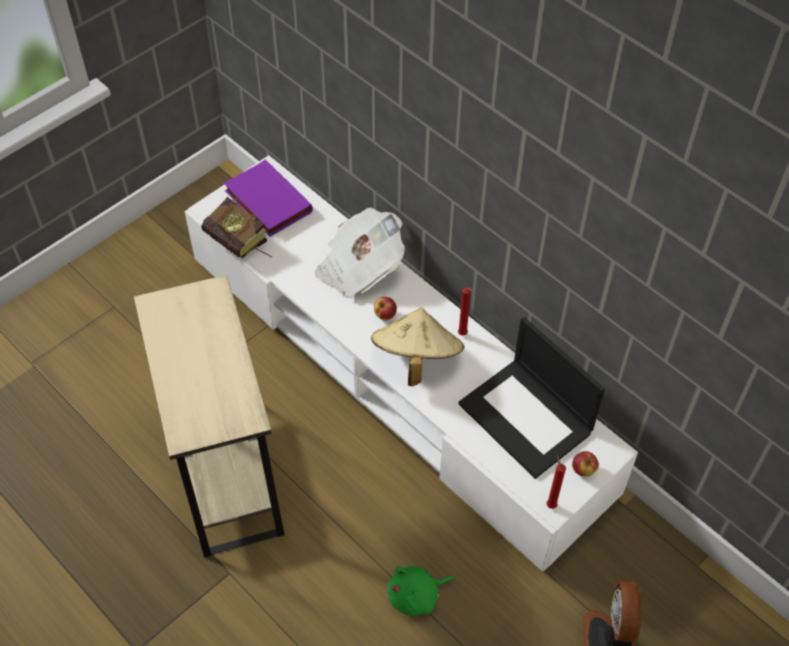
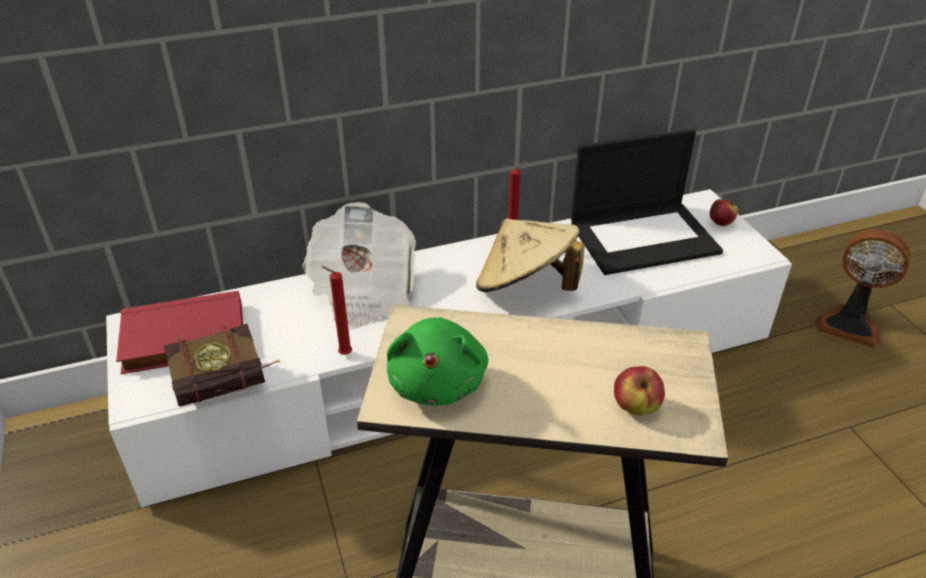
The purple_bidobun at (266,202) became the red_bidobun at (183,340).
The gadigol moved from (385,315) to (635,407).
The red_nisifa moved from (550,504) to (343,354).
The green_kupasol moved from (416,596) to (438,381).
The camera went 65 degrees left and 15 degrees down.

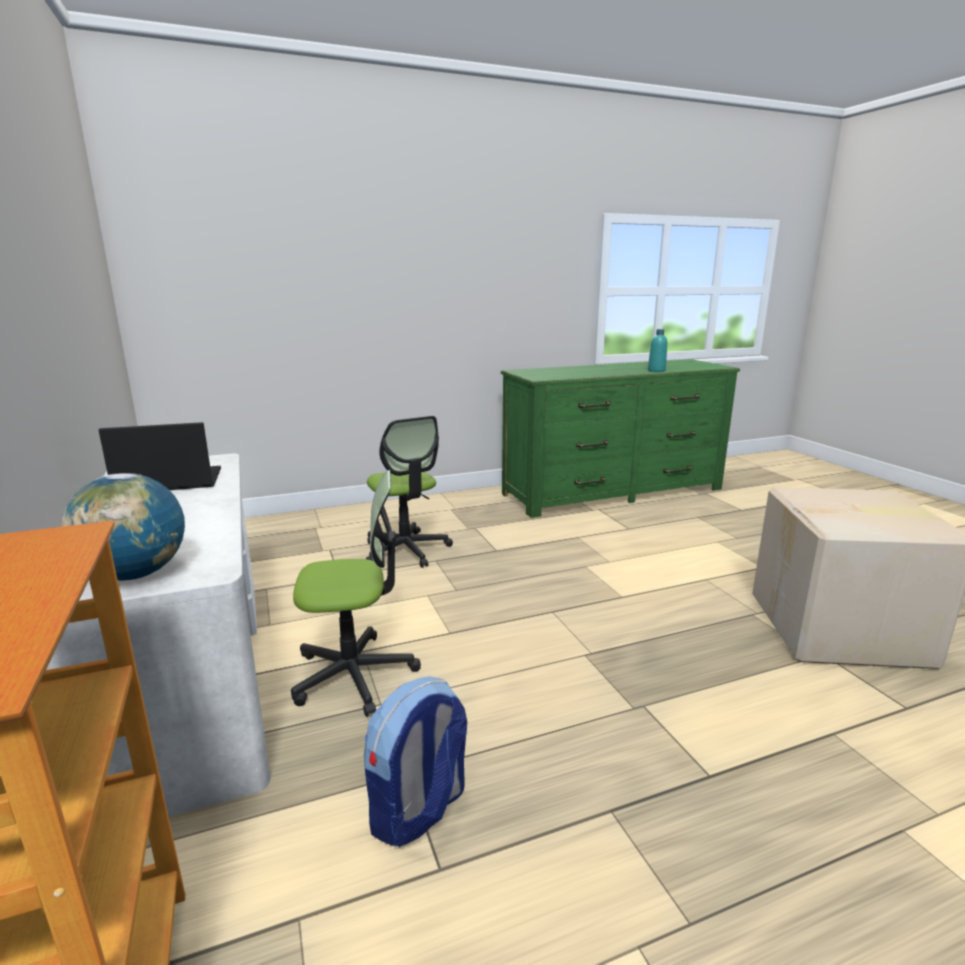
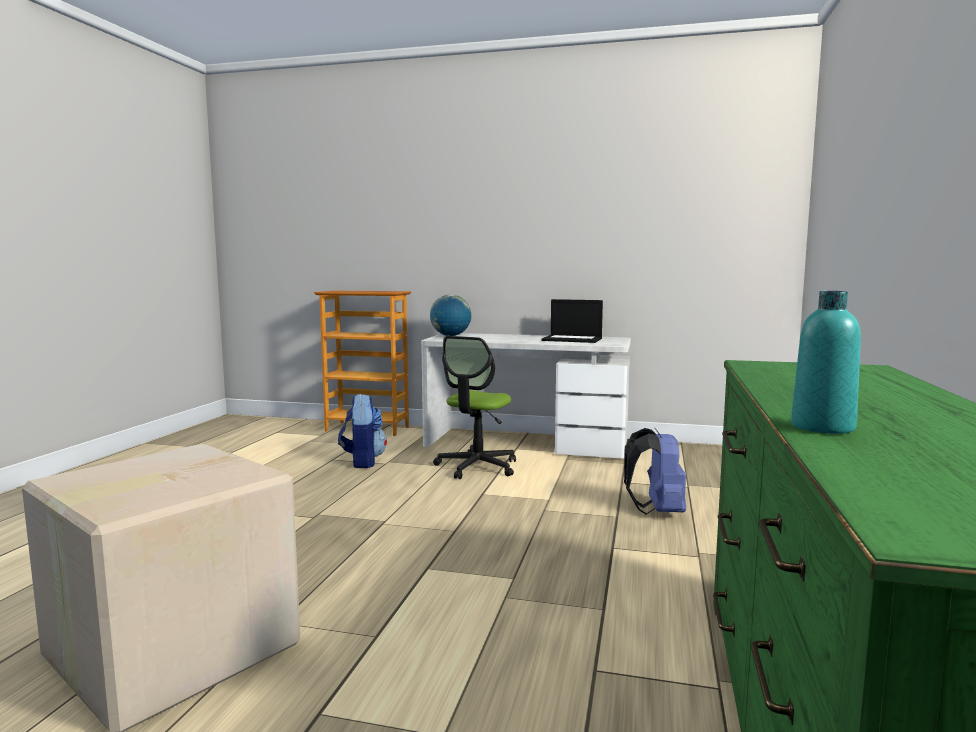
The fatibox at (406,550) was replaced by the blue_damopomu at (657,511).
The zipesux at (168,482) turned 90 degrees clockwise.
The camera went 125 degrees right and 10 degrees down.

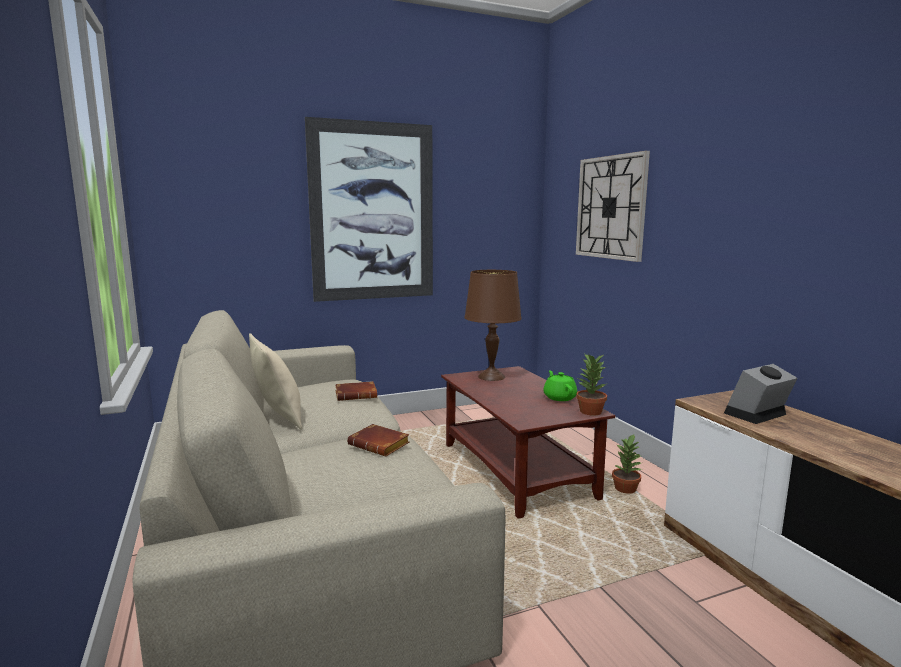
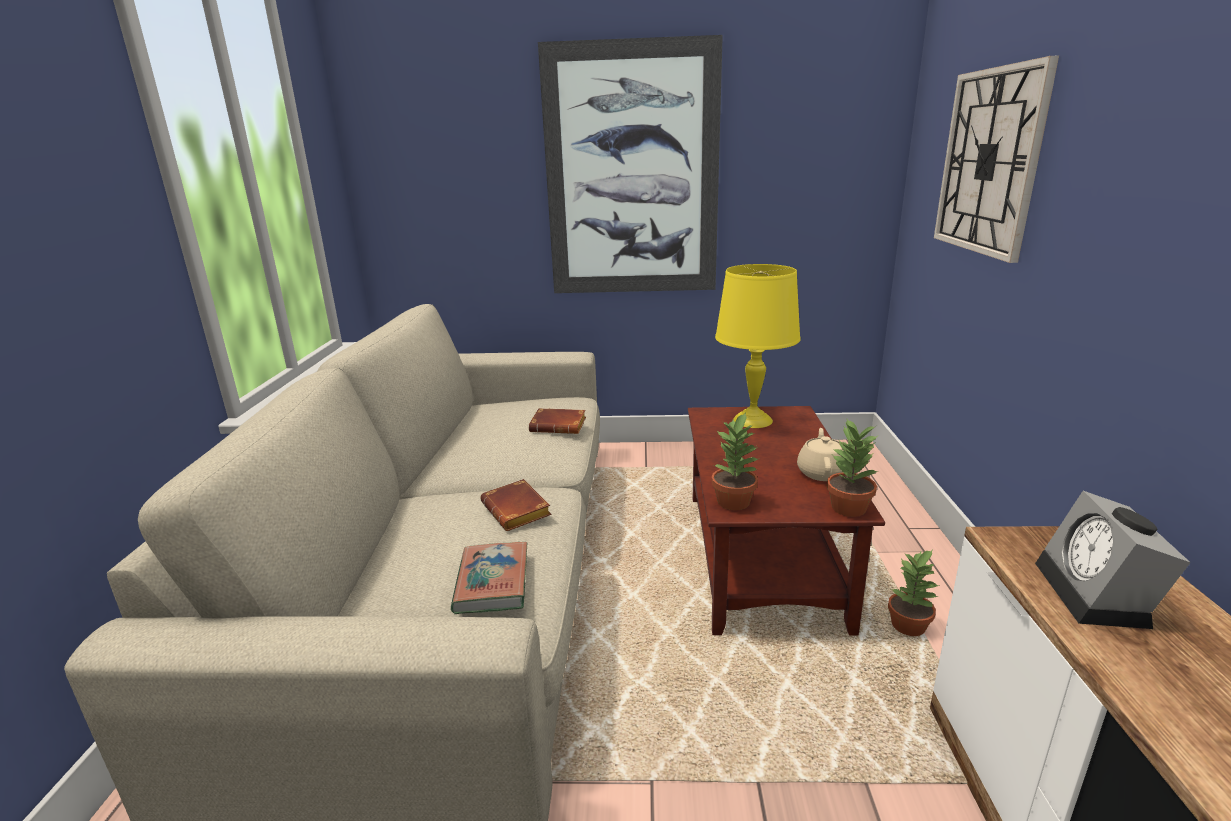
The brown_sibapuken at (492,376) became the yellow_sibapuken at (753,420).
The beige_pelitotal at (278,418) disappeared.
The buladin at (756,415) turned 75 degrees counterclockwise.
The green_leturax at (559,397) became the beige_leturax at (822,472).
The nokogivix at (734,502) appeared.
The bidobun at (492,582) appeared.
The camera went 25 degrees right and 10 degrees up.

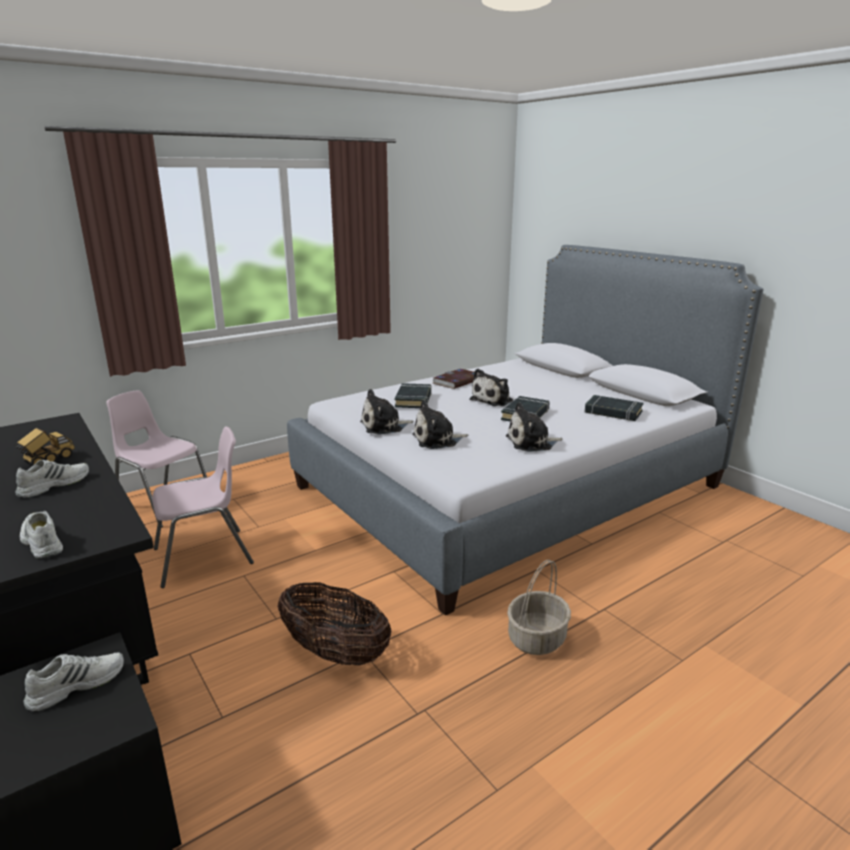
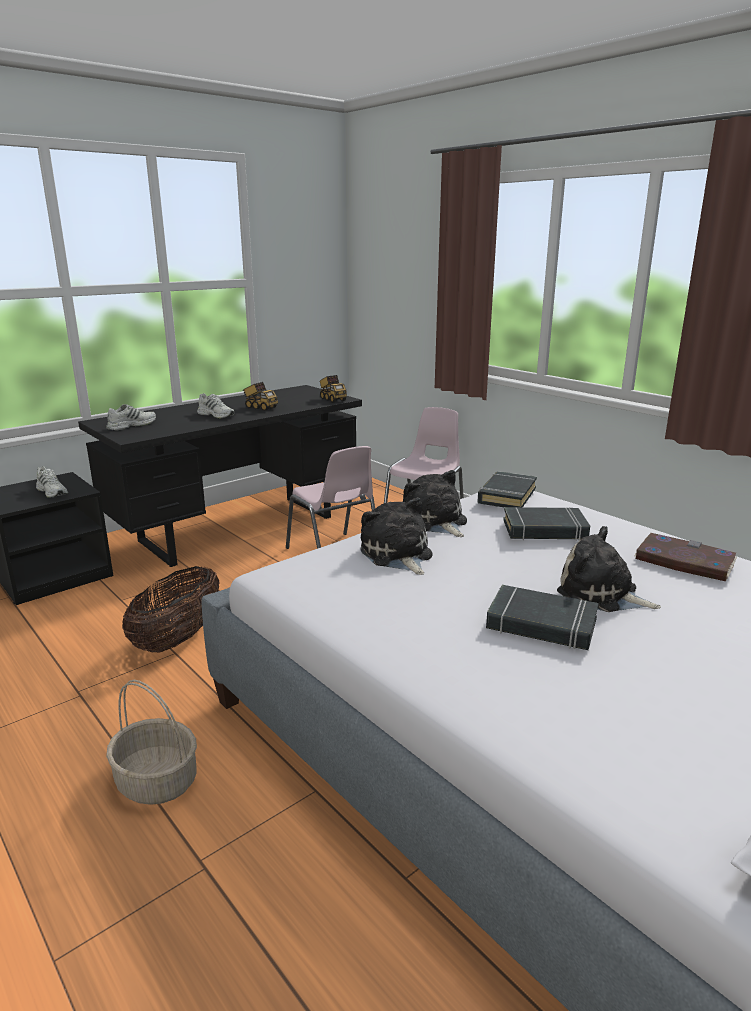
The black_bidobun moved from (613,412) to (506,495).
The kupasol at (532,443) disappeared.
The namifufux at (332,399) appeared.
The camera went 85 degrees right and 0 degrees up.

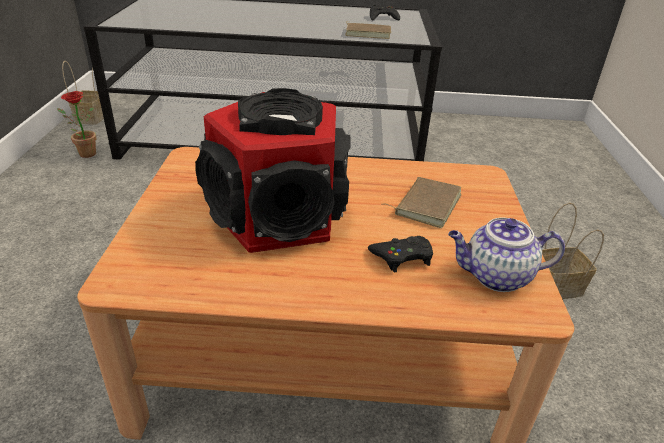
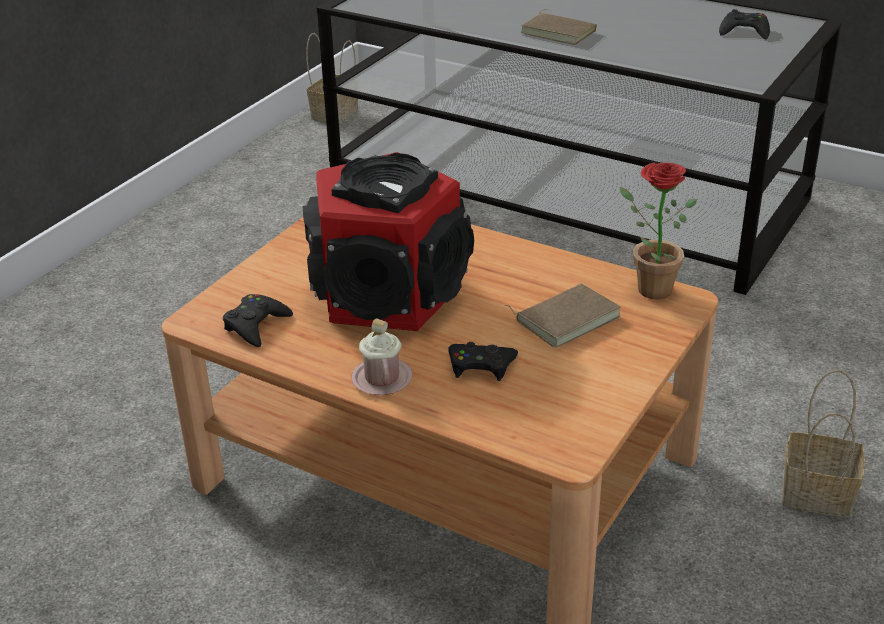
The brown_bidobun moved from (368,33) to (559,32).
The nokogivix moved from (84,153) to (647,287).
The leturax at (495,277) disappeared.
The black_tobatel at (256,325) appeared.
The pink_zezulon at (382,379) appeared.
The camera went 30 degrees right and 0 degrees up.

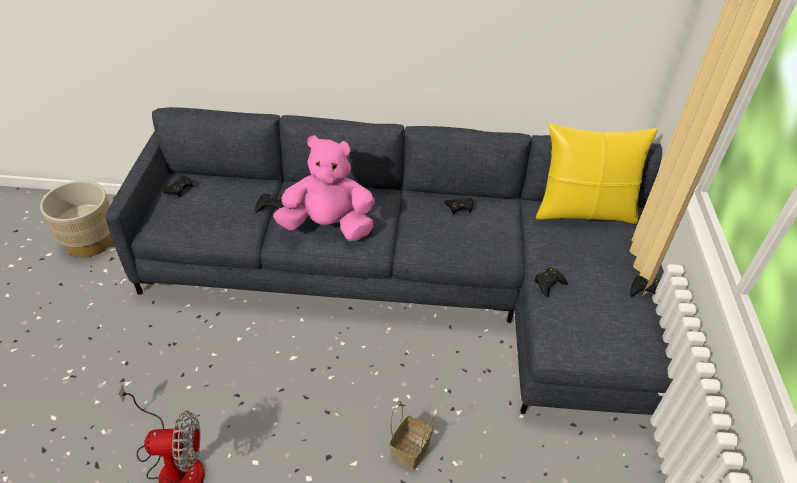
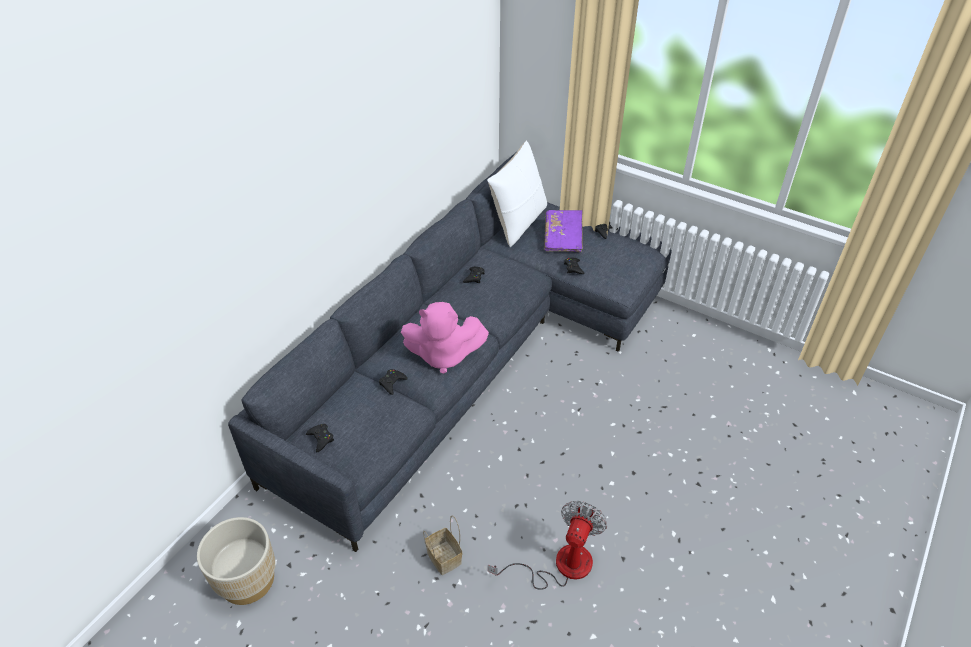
The yellow_pelitotal at (584,211) became the white_pelitotal at (518,223).
The pink_kupasol at (328,226) turned 120 degrees counterclockwise.
The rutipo moved from (410,448) to (443,557).
The purple_bidobun at (563,238) appeared.
The camera went 60 degrees left and 0 degrees up.

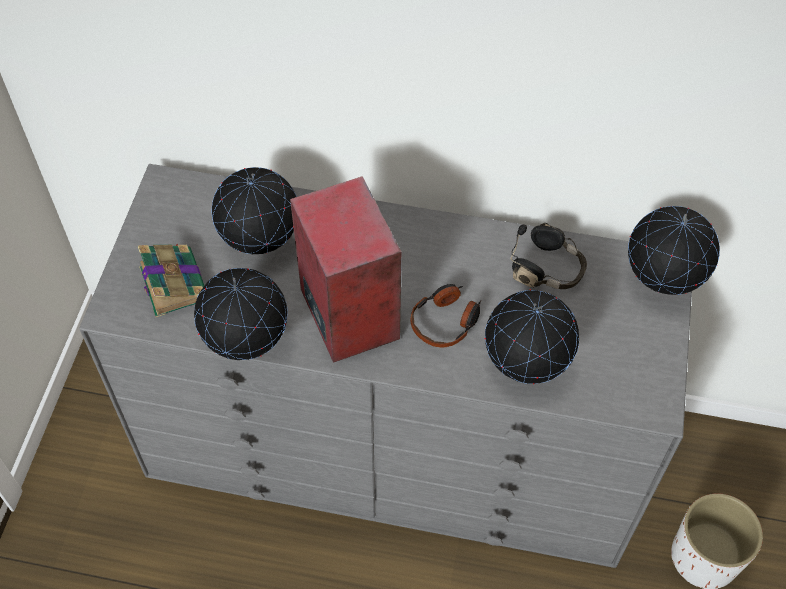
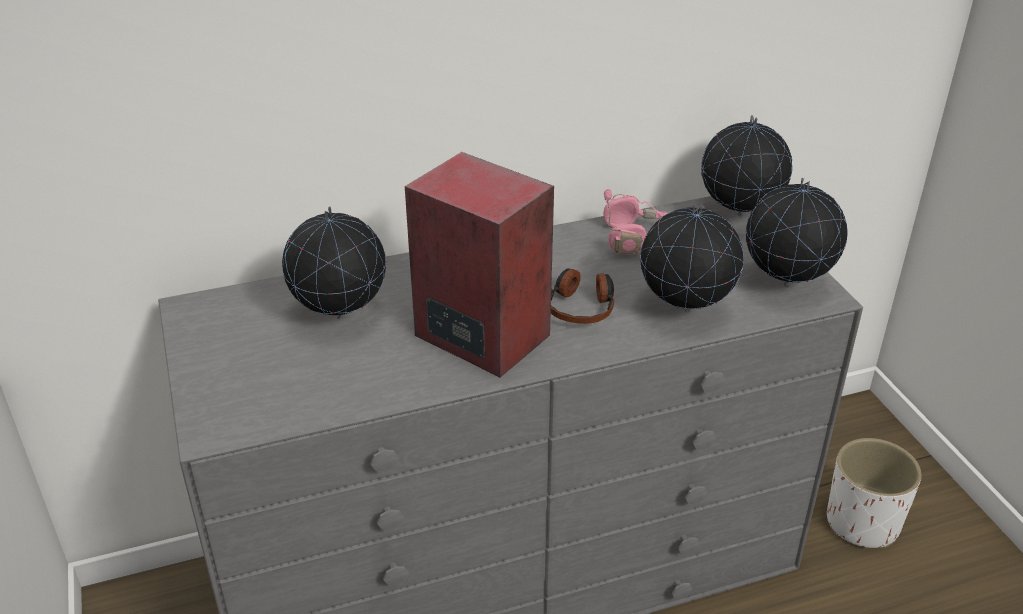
The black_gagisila at (548,269) became the pink_gagisila at (637,240).
The bidobun at (173,282) disappeared.
The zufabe moved from (247,344) to (786,284).
The camera went 30 degrees left and 20 degrees down.

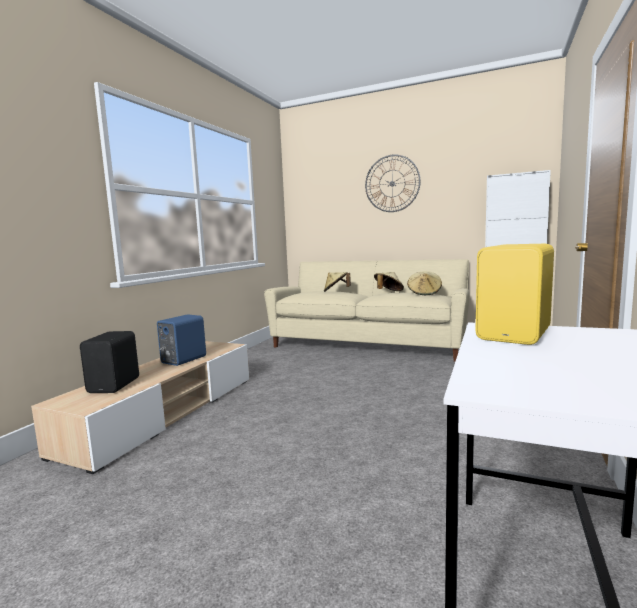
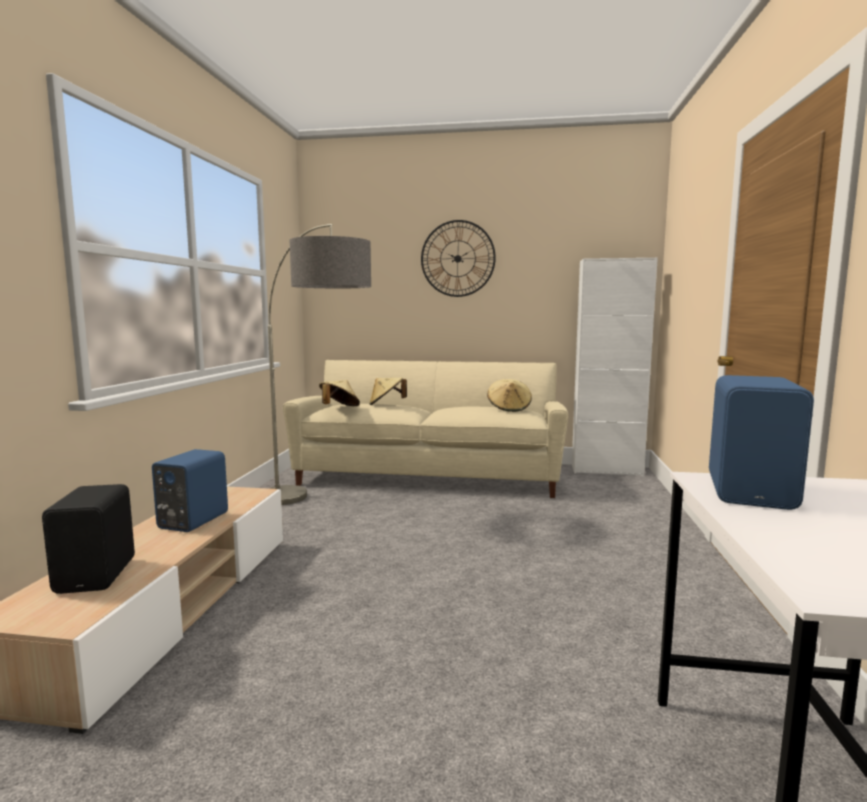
The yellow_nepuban at (516,334) became the blue_nepuban at (753,492).
The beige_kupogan moved from (388,292) to (339,408).
The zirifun at (319,509) appeared.
The camera went 15 degrees left and 0 degrees up.

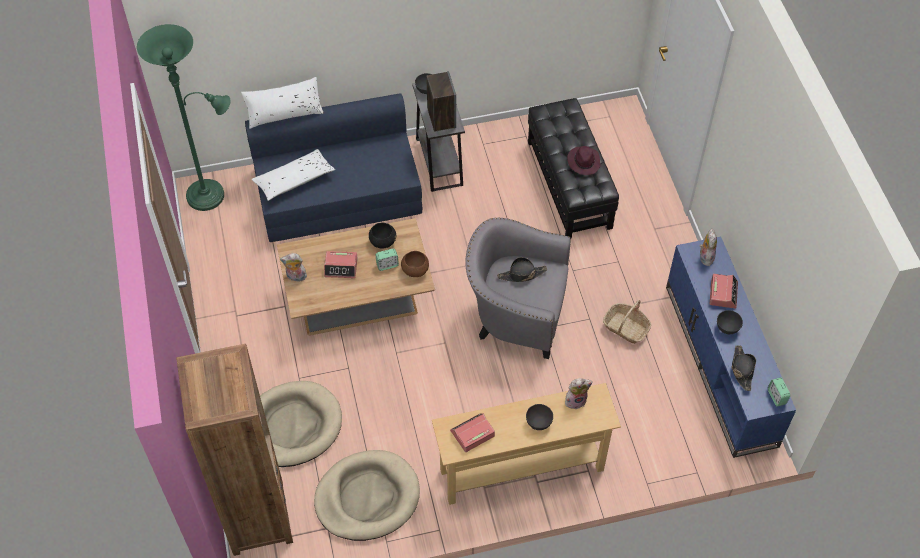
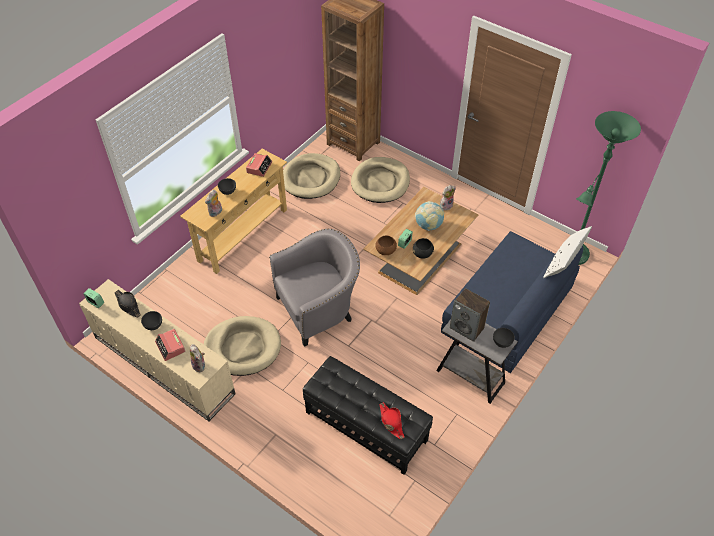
The purple_kupogan at (583,162) disappeared.
The white_pelitotal at (294,180) disappeared.
The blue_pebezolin at (721,365) became the beige_pebezolin at (162,365).
The buladin at (341,267) was replaced by the zufabe at (428,225).
The black_kupogan at (521,274) disappeared.
The rutipo at (626,328) was replaced by the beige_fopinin at (242,348).
The red_kupogan at (391,422) appeared.
The camera went 140 degrees right and 5 degrees down.

